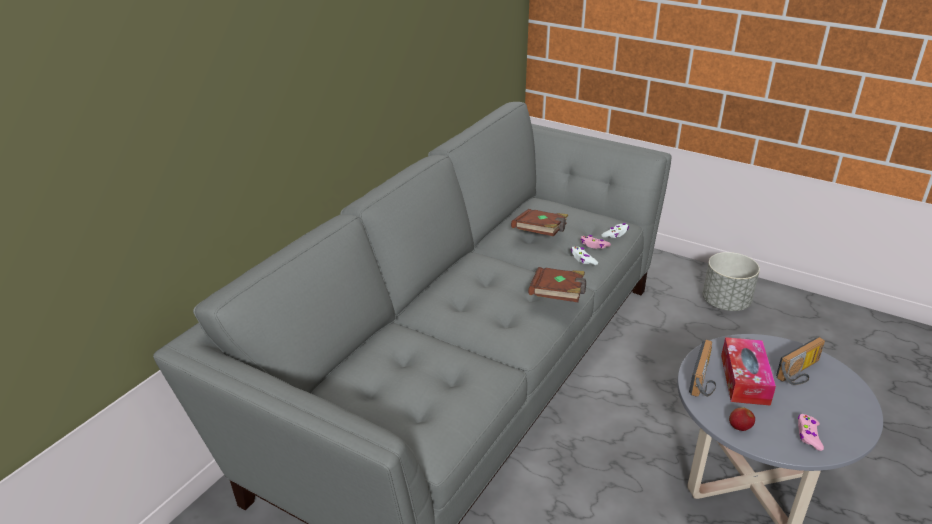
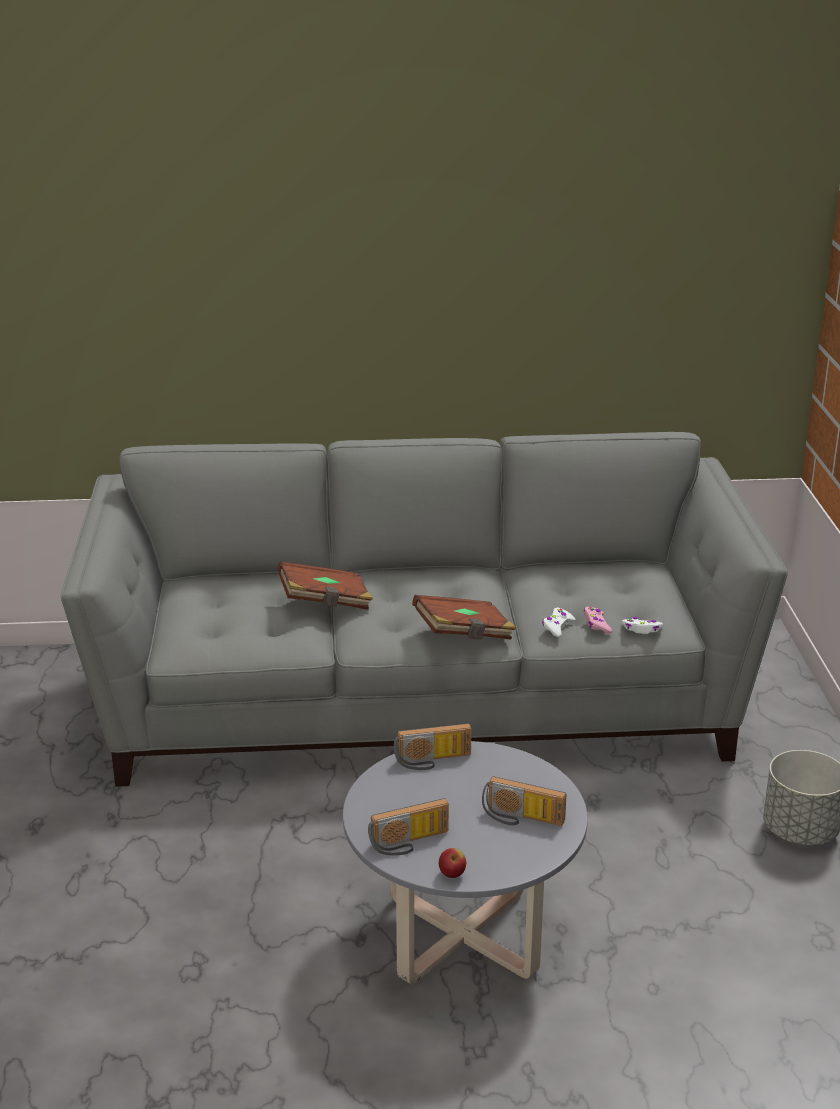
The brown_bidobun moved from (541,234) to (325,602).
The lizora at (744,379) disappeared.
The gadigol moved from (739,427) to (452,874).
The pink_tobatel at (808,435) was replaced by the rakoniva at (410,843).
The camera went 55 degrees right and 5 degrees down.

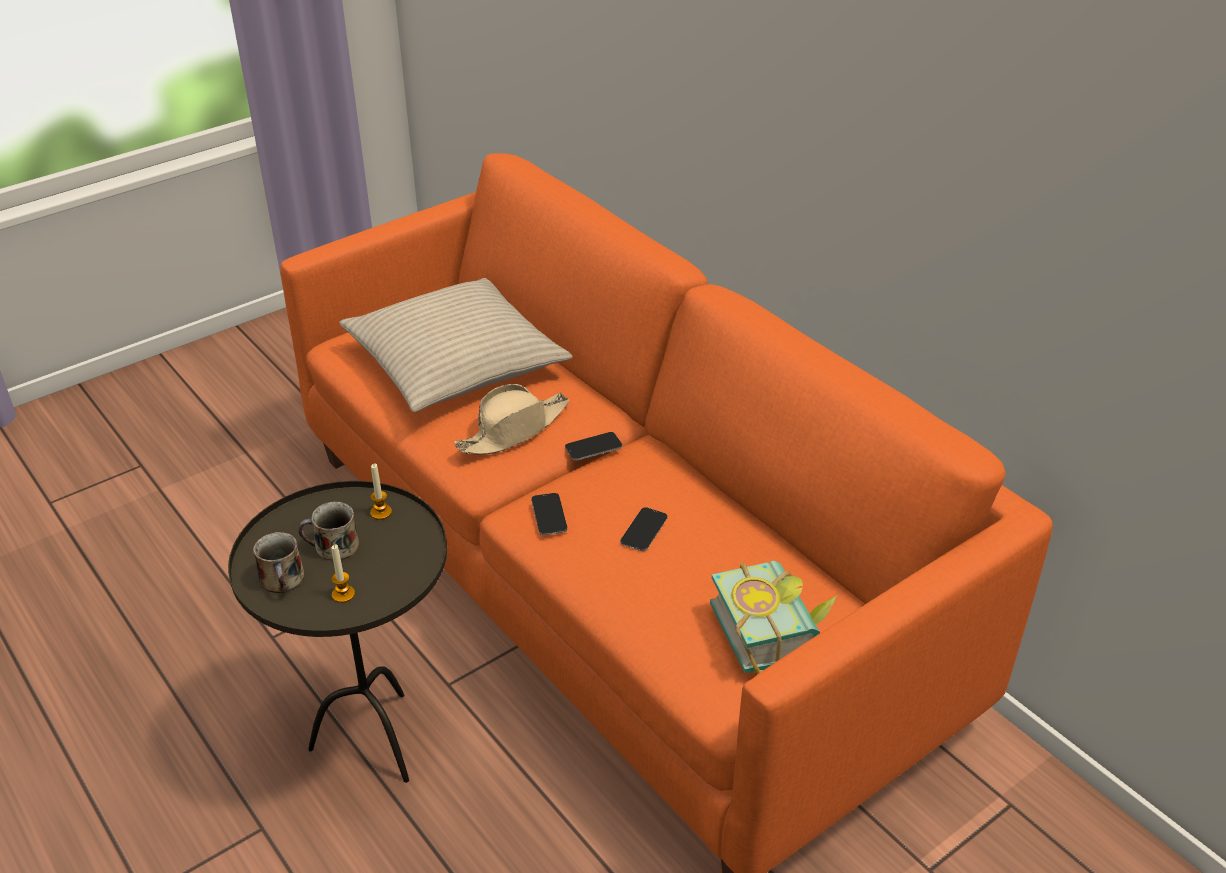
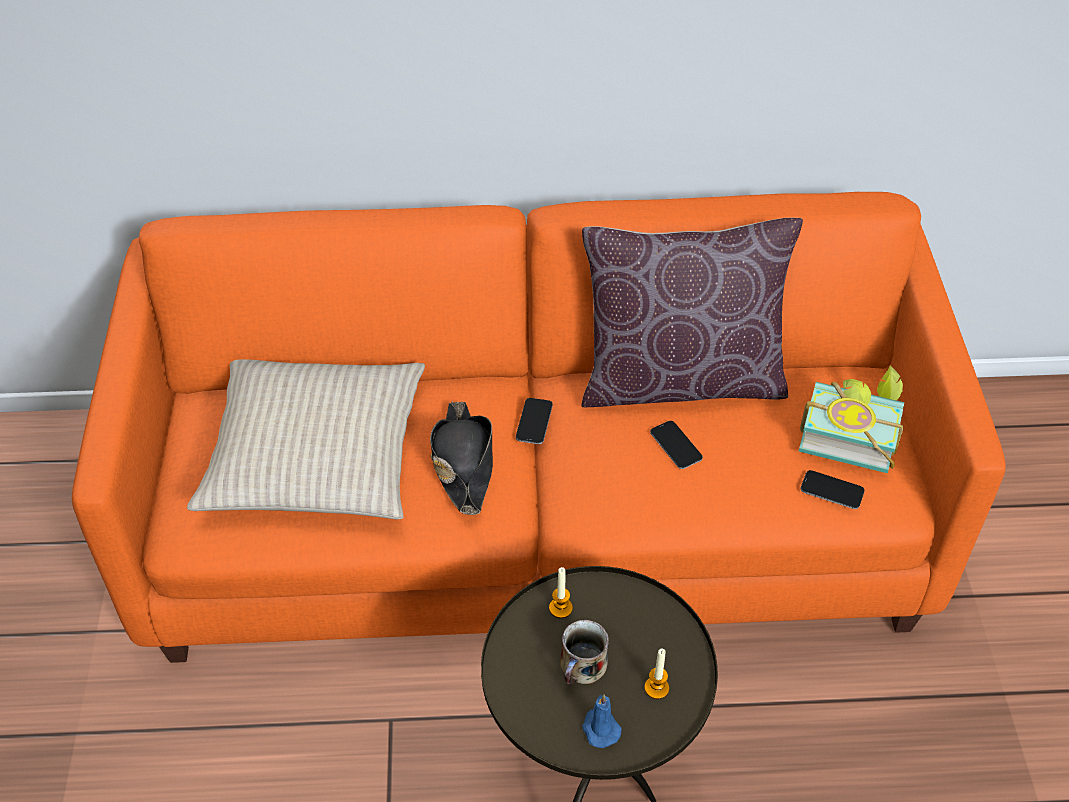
The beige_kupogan at (514,430) became the black_kupogan at (463,463).
The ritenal moved from (549,515) to (832,490).
The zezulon at (283,579) was replaced by the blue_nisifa at (600,728).
The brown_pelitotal at (680,379) appeared.
The camera went 55 degrees left and 10 degrees up.

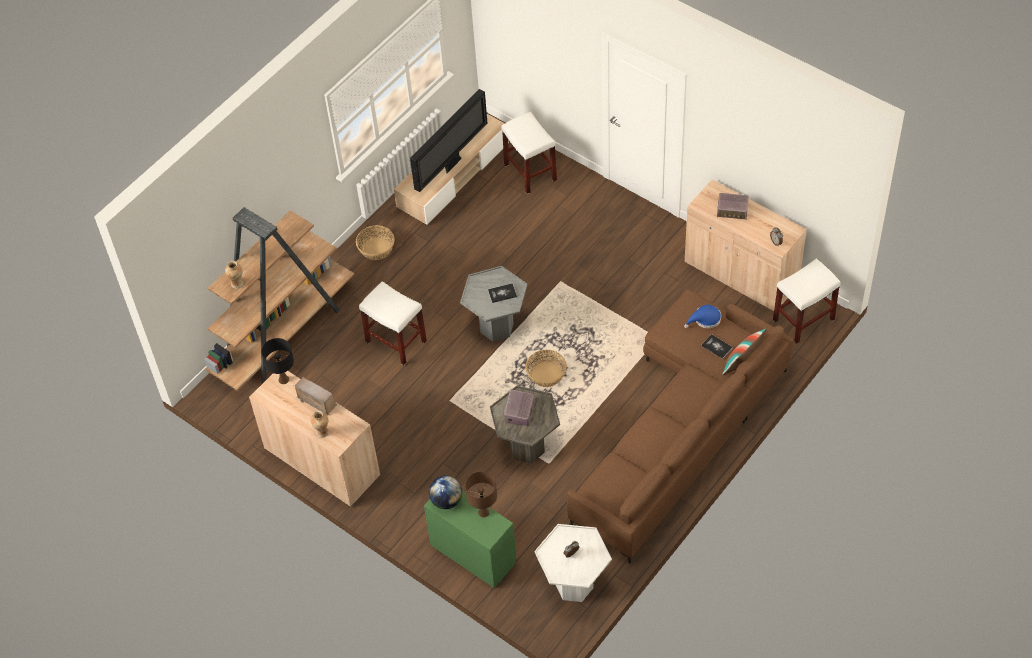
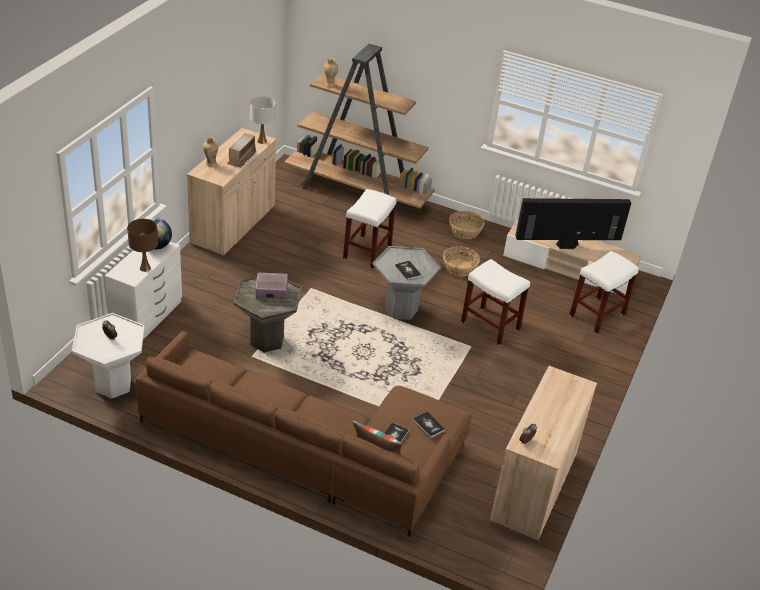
The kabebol at (452,163) turned 150 degrees clockwise.
The rakoniva at (732,211) disappeared.
The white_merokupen moved from (803,319) to (491,325).
The blue_kupogan at (705,319) was replaced by the bidobun at (428,425).
The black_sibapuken at (283,379) became the white_sibapuken at (262,141).
The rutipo moved from (546,374) to (459,268).
The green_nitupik at (473,552) became the white_nitupik at (148,317).
The camera went 70 degrees right and 15 degrees down.

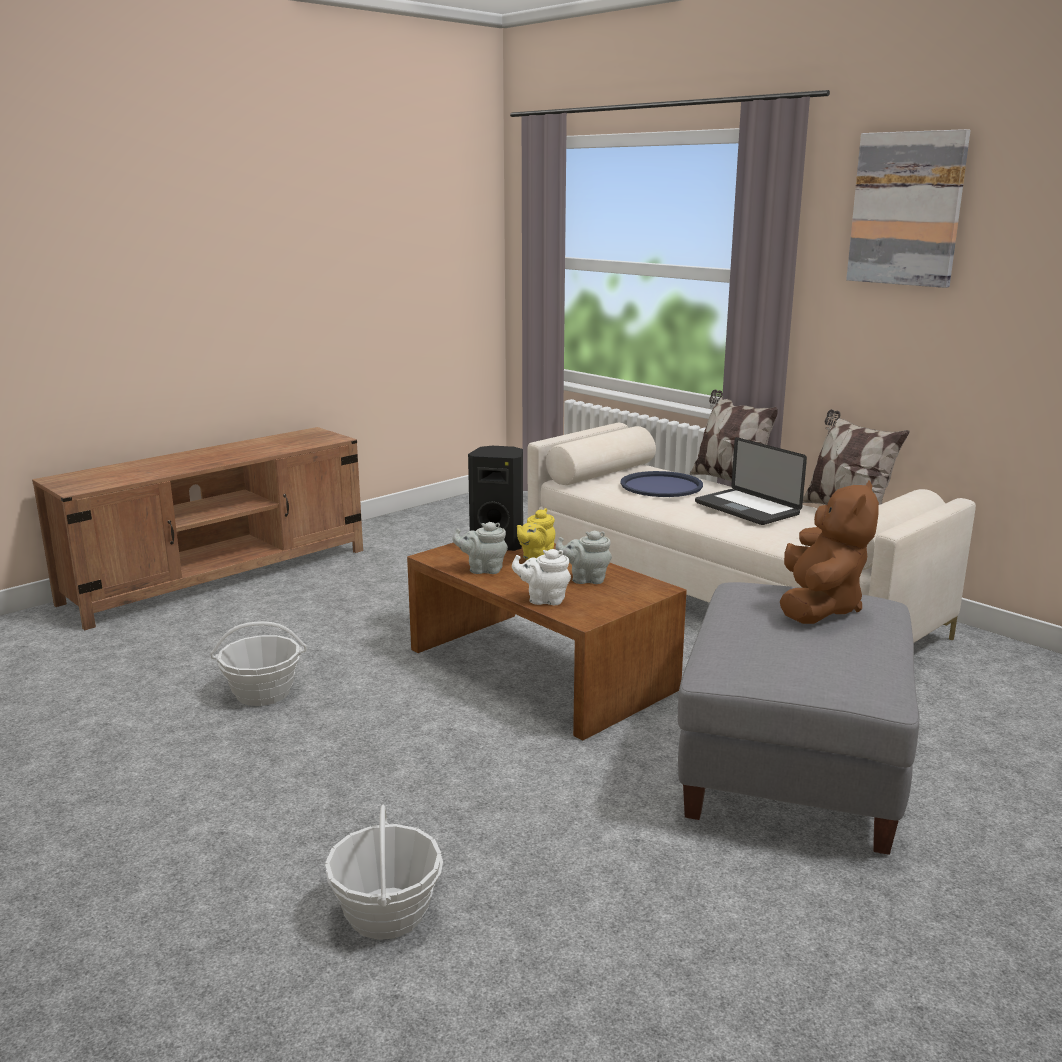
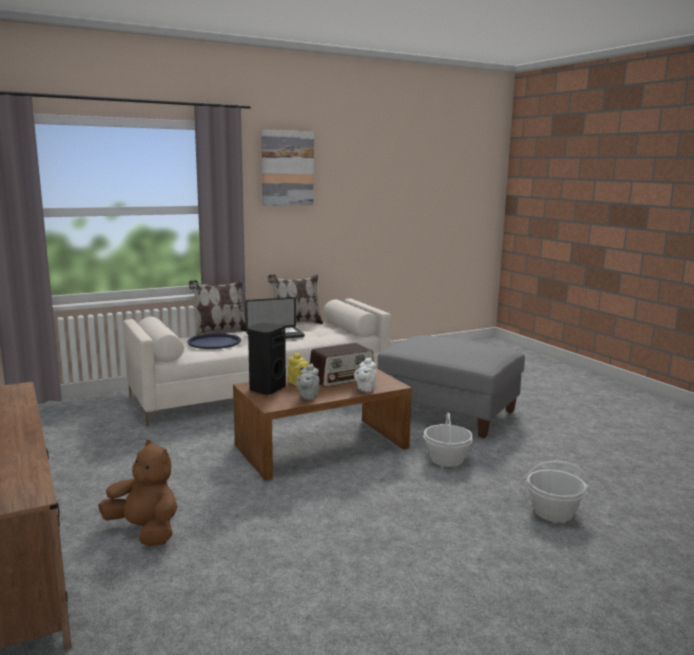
The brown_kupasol moved from (818,607) to (145,531).
The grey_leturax at (585,579) was replaced by the rakoniva at (342,378).
The rutipo moved from (262,693) to (446,459).
The camera went 75 degrees left and 5 degrees down.

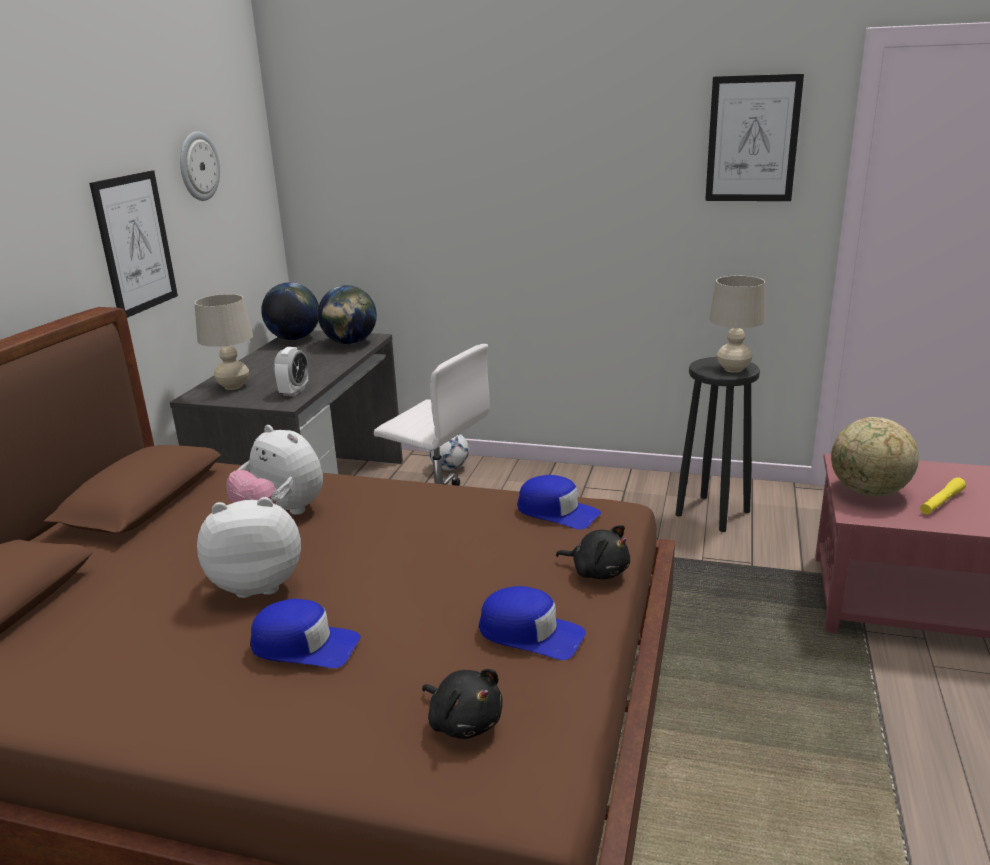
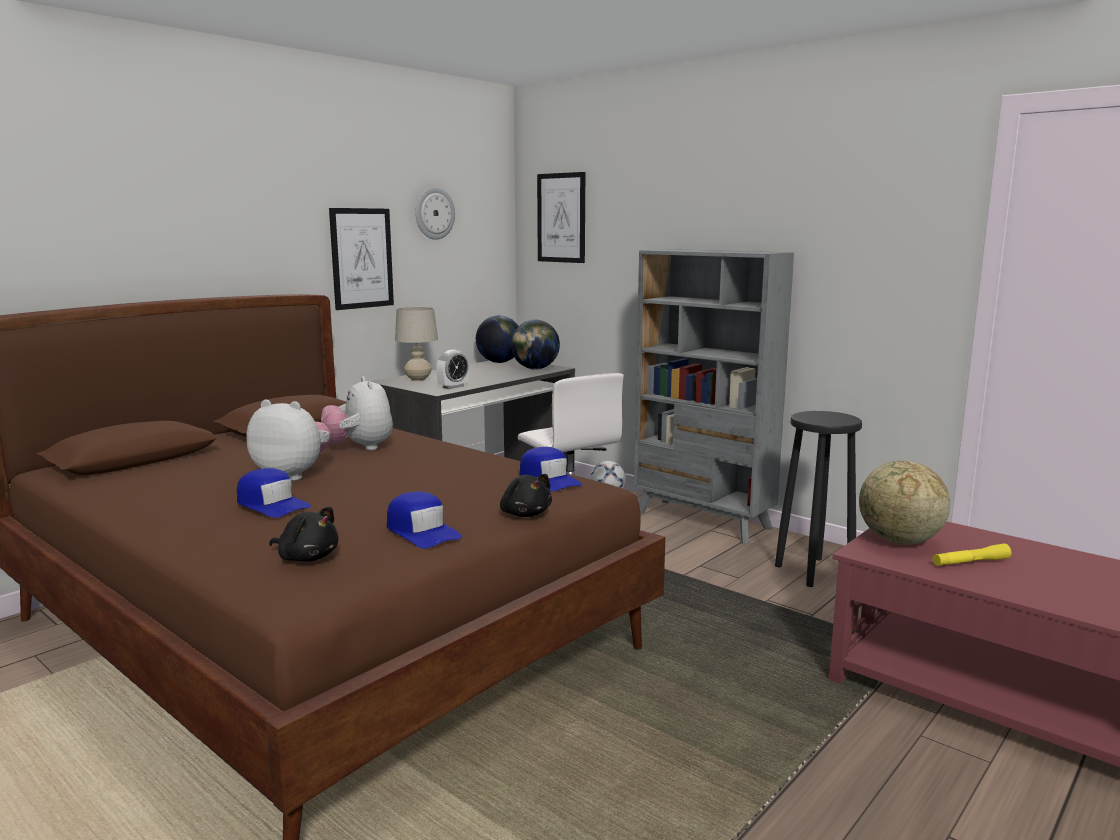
The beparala moved from (752,139) to (561,218).
The beige_sibapuken at (733,369) disappeared.
The black_kupasol at (464,721) turned 45 degrees counterclockwise.
The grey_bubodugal at (702,521) appeared.
The camera went 25 degrees right and 10 degrees down.

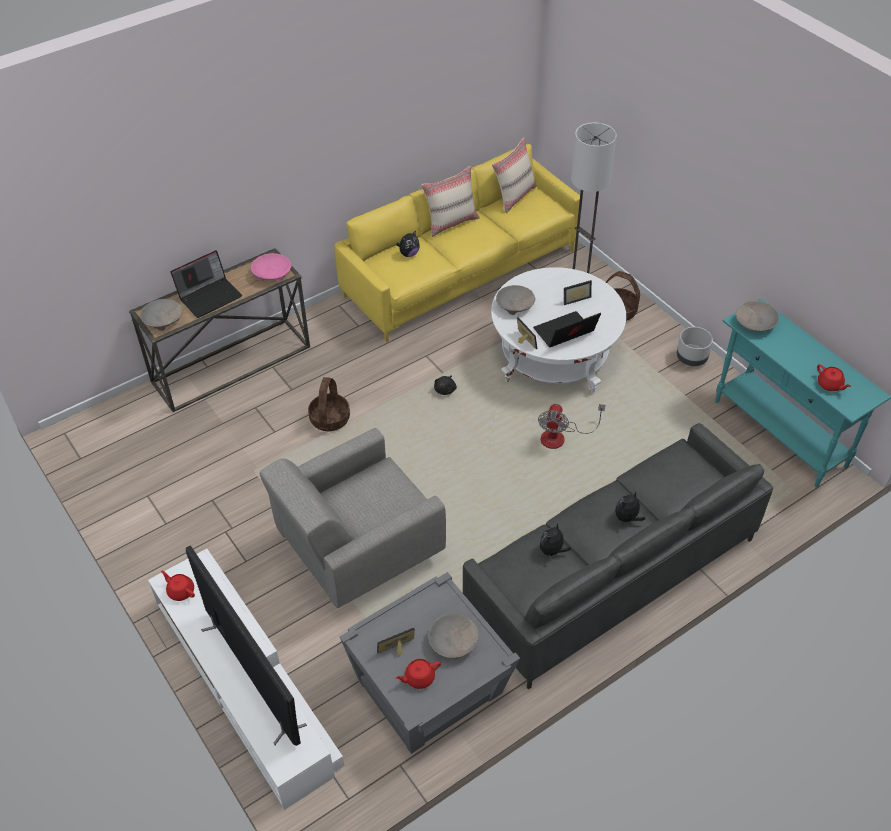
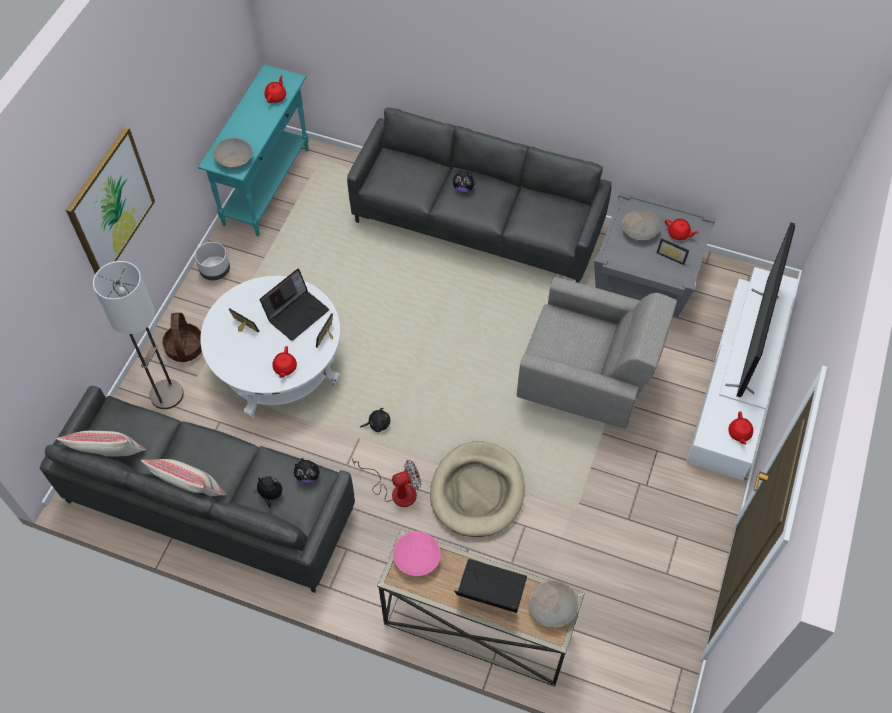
The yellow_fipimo at (461,274) became the grey_fipimo at (210,503).
The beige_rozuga at (514,305) was replaced by the red_leturax at (285,368).
The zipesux at (564,333) turned 75 degrees counterclockwise.
The rutipo at (330,419) was replaced by the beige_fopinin at (477,491).
The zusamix moved from (560,437) to (396,491).
The kupasol moved from (552,551) to (308,476).
The beparala at (111,204) appeared.
The camera went 125 degrees left and 10 degrees up.

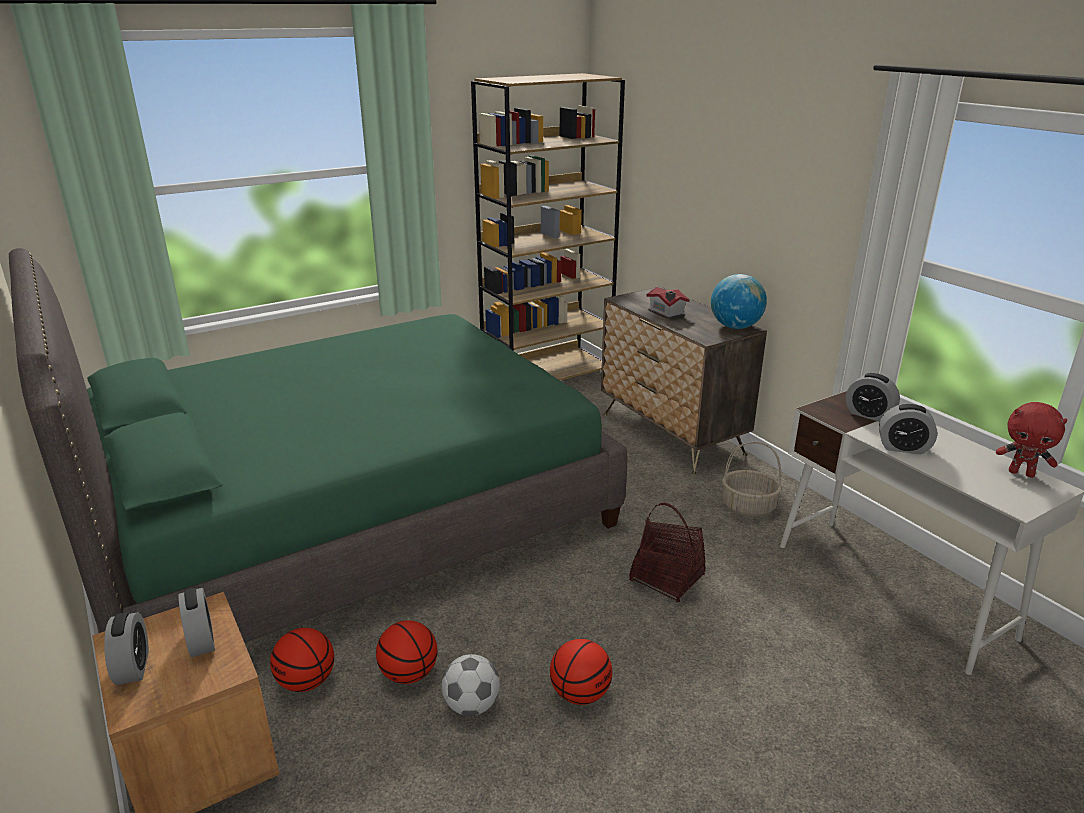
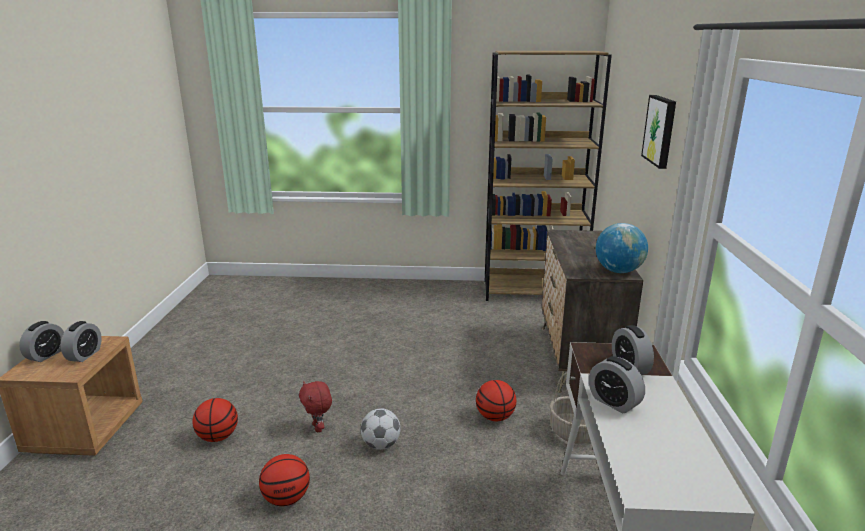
The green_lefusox at (348,516) disappeared.
The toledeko at (666,313) disappeared.
The red_kupasol moved from (1021,473) to (318,428).
The rutipo at (667,578) disappeared.
The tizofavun moved from (306,681) to (495,417).
The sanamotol moved from (471,705) to (381,445).
The beparala at (661,130) appeared.
The camera went 35 degrees right and 5 degrees down.

